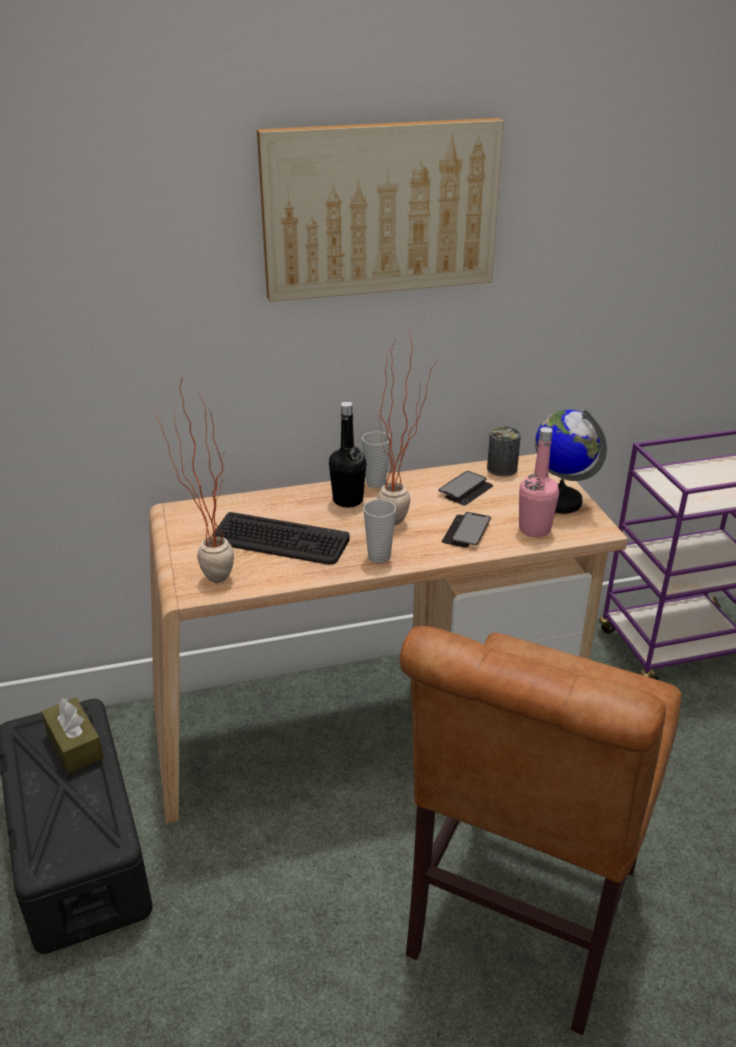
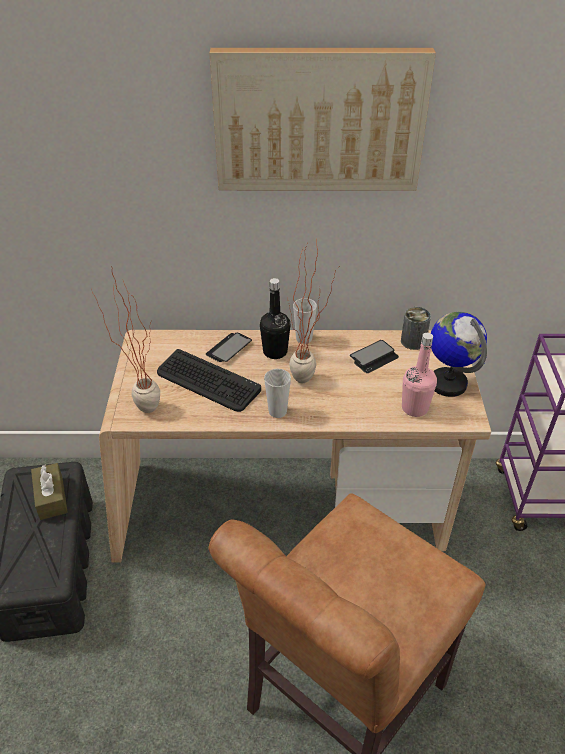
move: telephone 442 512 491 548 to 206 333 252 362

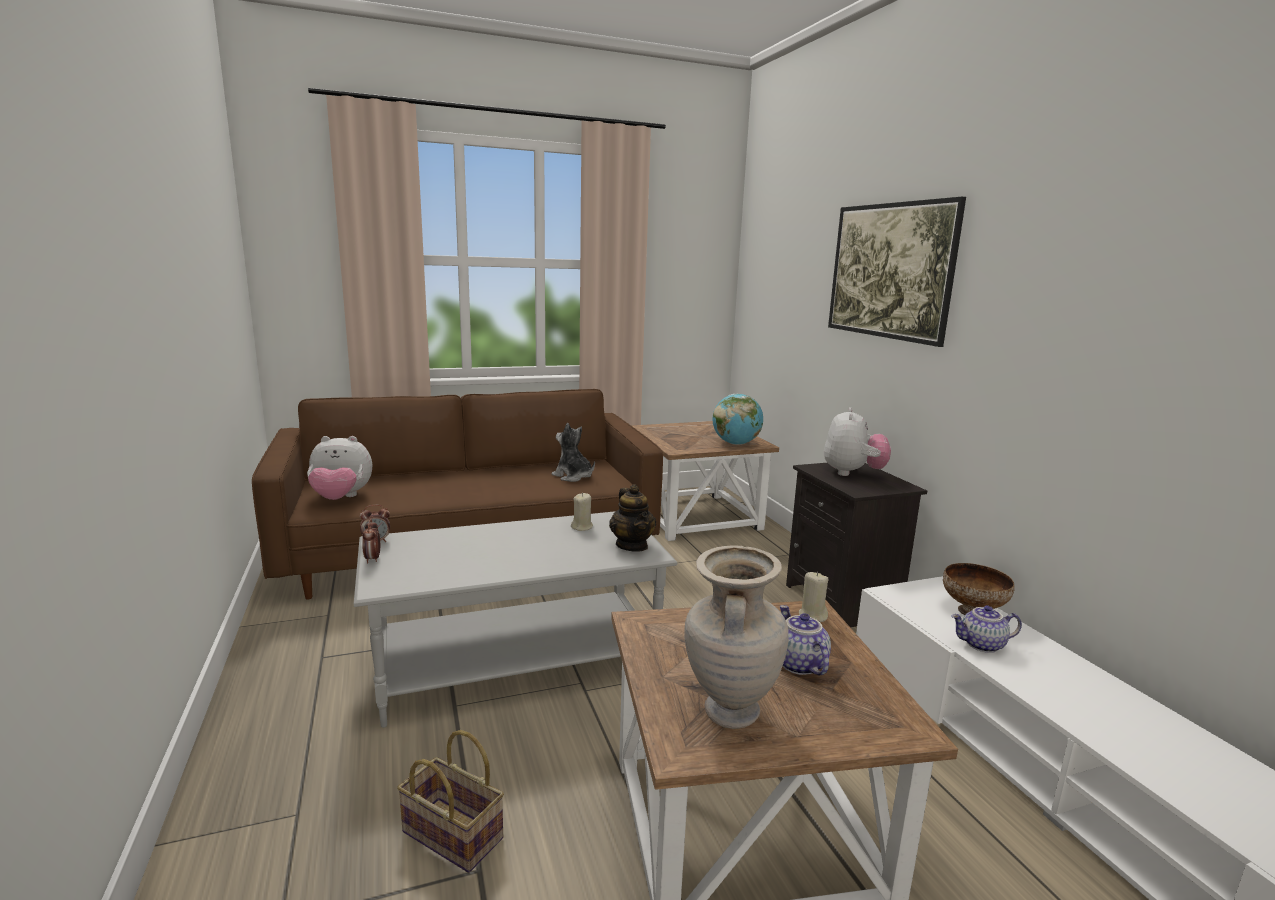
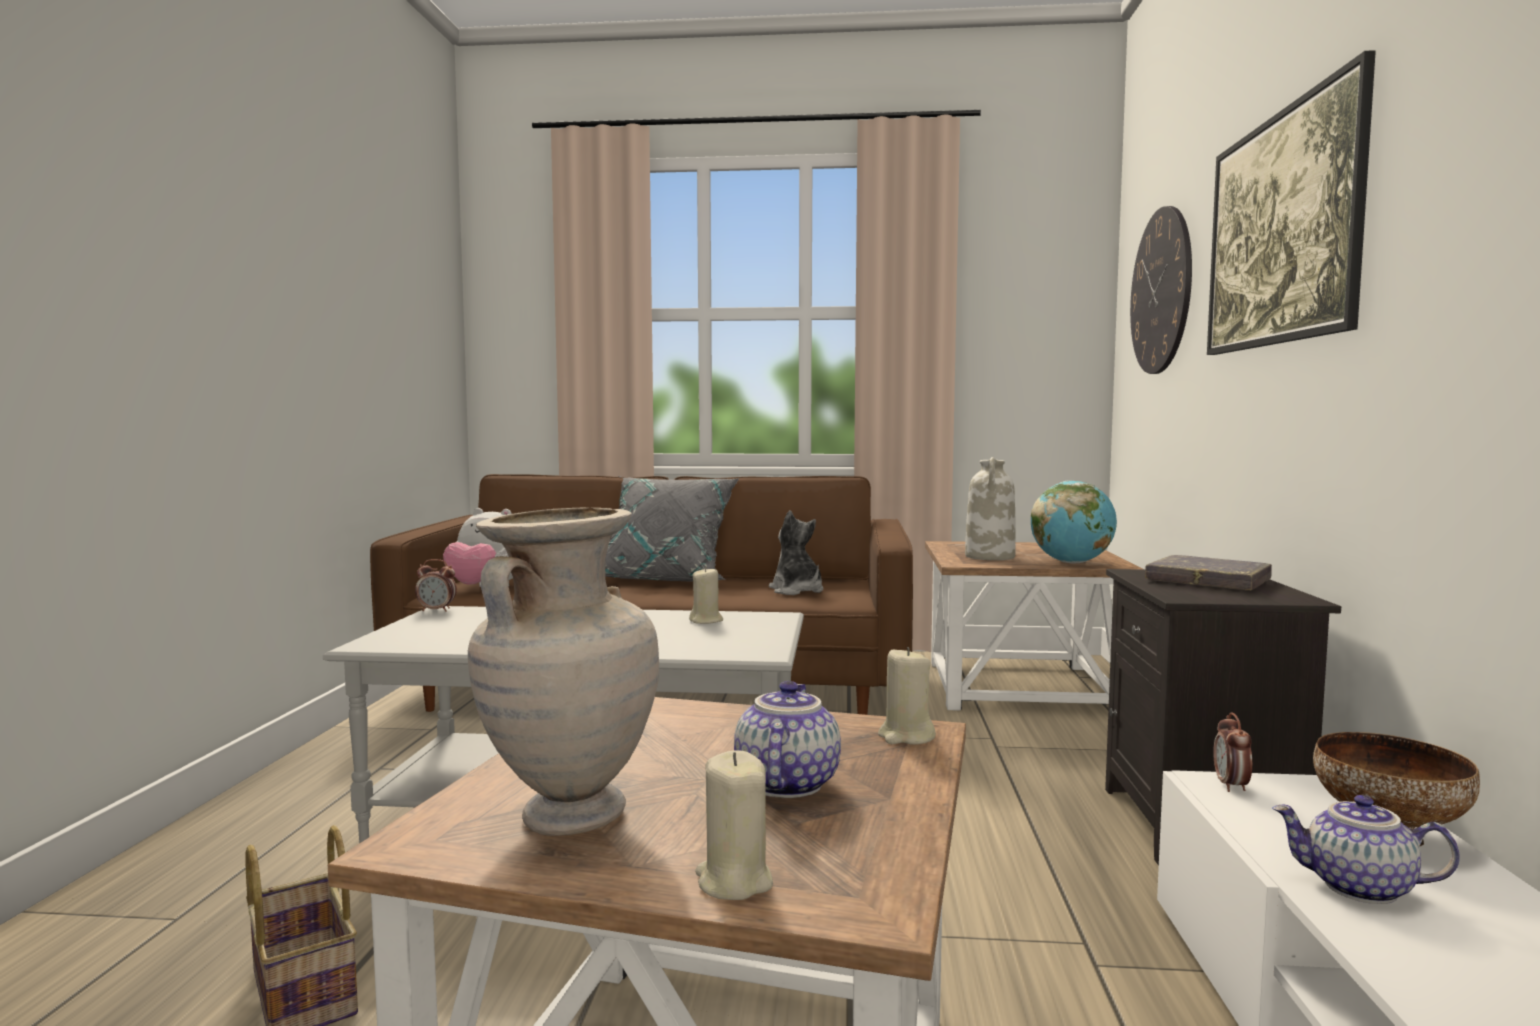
delete: pot for tea 609 484 656 552
insert: cushion in gray 605 476 739 582; wax light in beige 695 750 773 900; vase in whitish 965 457 1016 560; wall clock 1130 206 1192 374
move: table clock 362 519 380 564 to 1213 712 1252 792
replace: soft toy 824 407 891 476 to bound book in gray 1145 555 1272 590

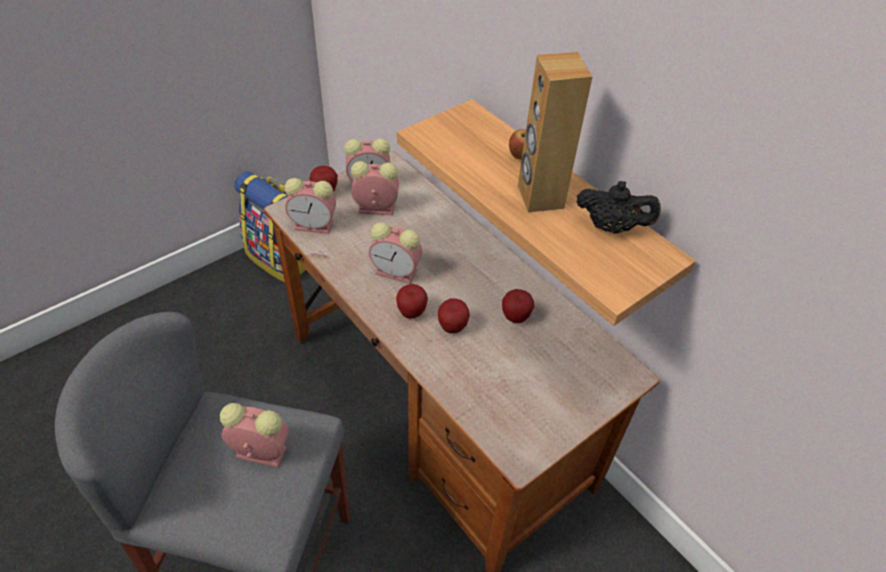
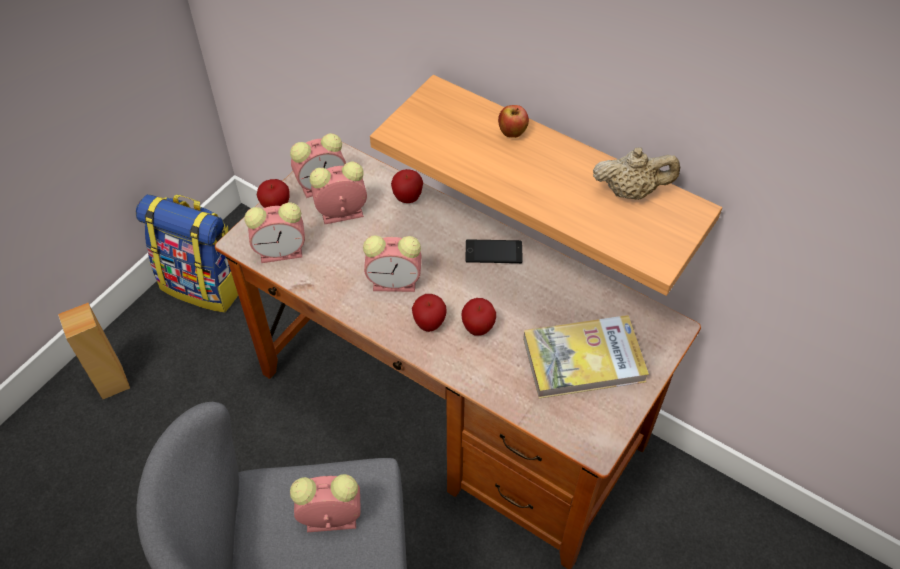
insert: telephone 466 240 523 263; bound book 523 315 649 399
move: apple 502 289 534 323 to 391 169 423 203; loudspeaker in brown 518 52 592 212 to 58 303 130 399
recolor: pot for tea in blackish 577 181 661 234 to pot for tea in beige 593 147 680 200

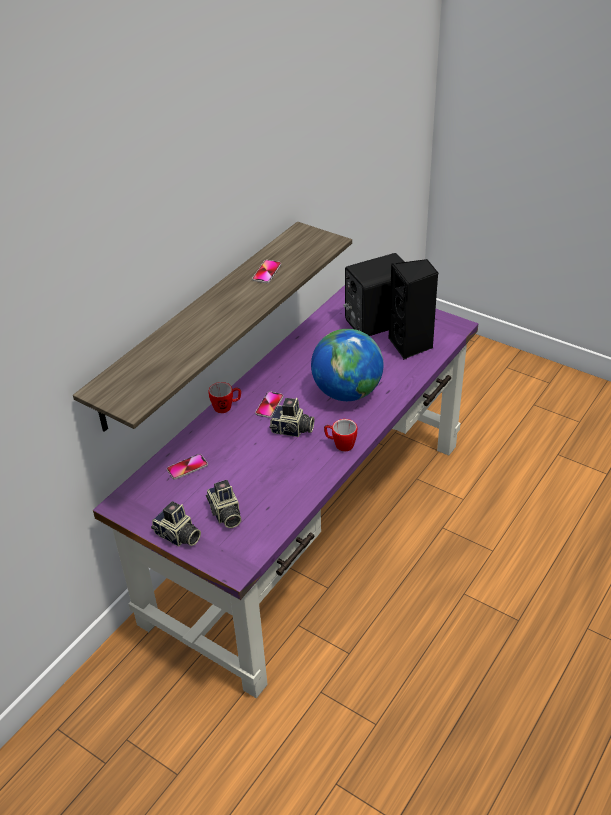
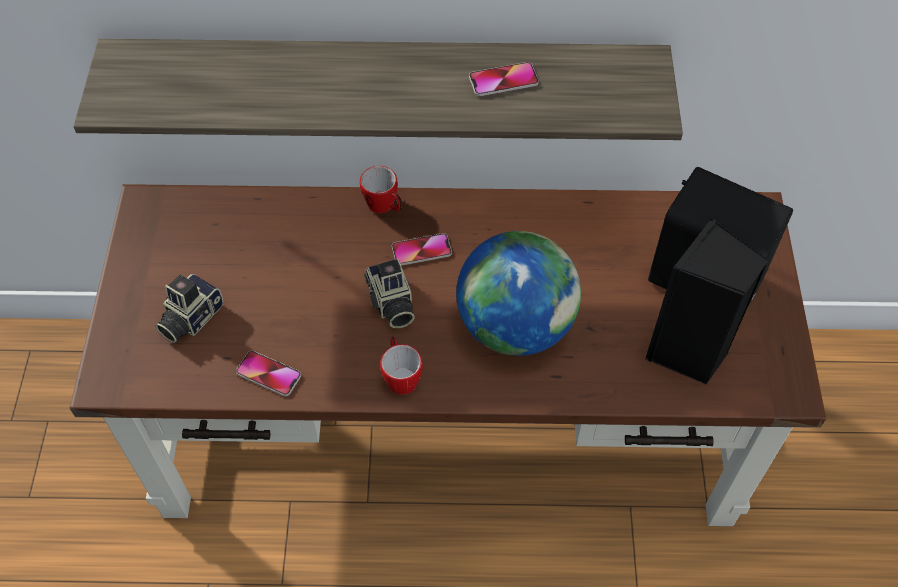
delete: still camera 151 501 201 547
move: telephone 167 454 208 480 to 236 351 301 396
recolor: desk unit in purple-coloured 93 285 479 699 to desk unit in brown 70 184 826 526

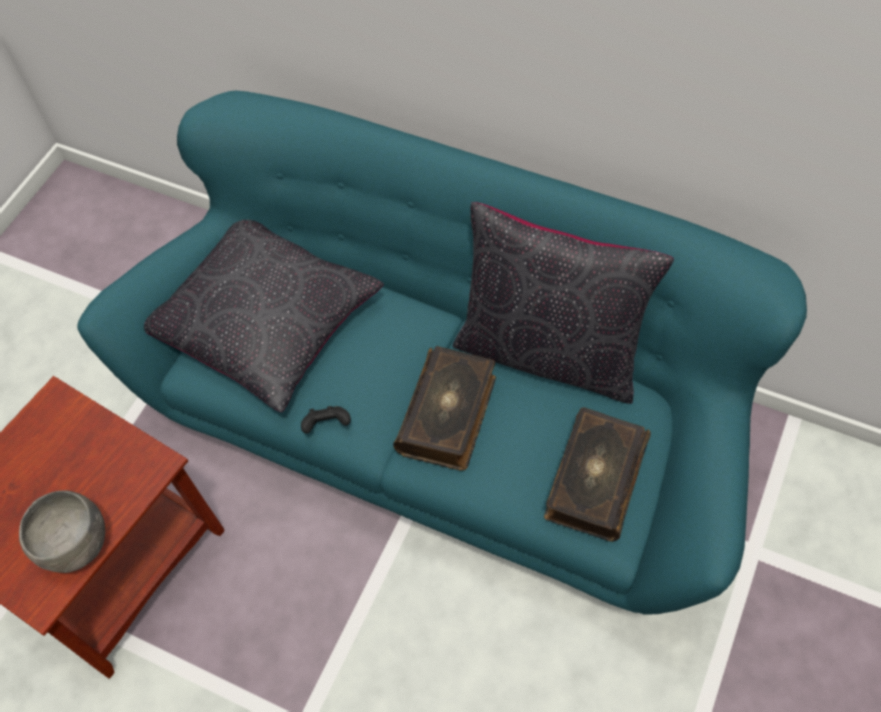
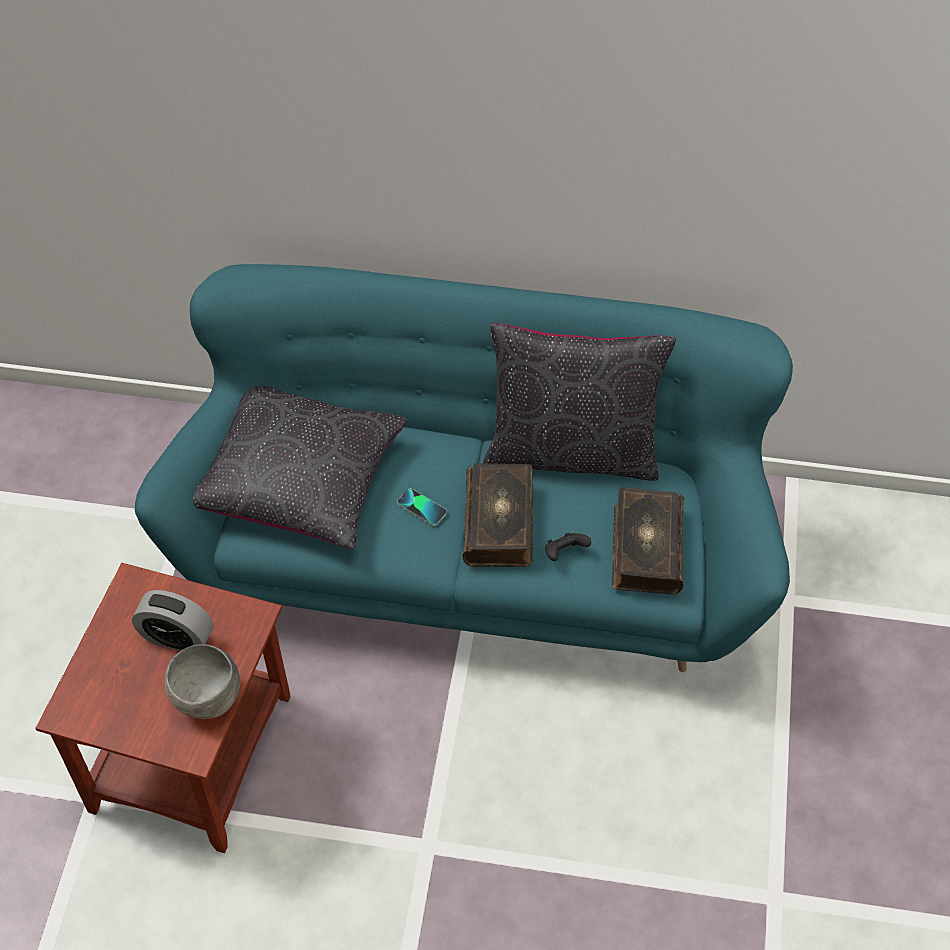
insert: table clock 132 590 213 651; telephone 397 488 447 526
move: joypad in blackish 301 406 351 434 to 545 533 591 561

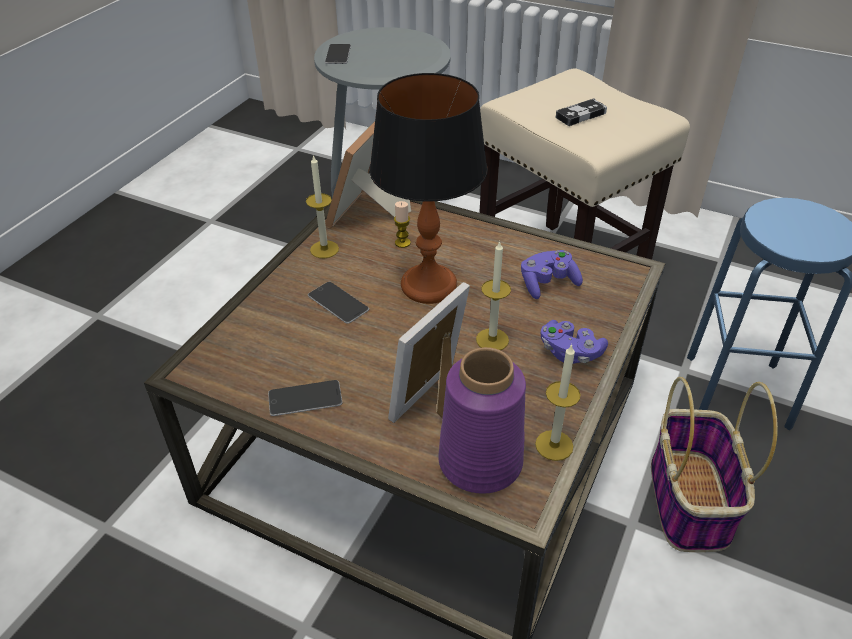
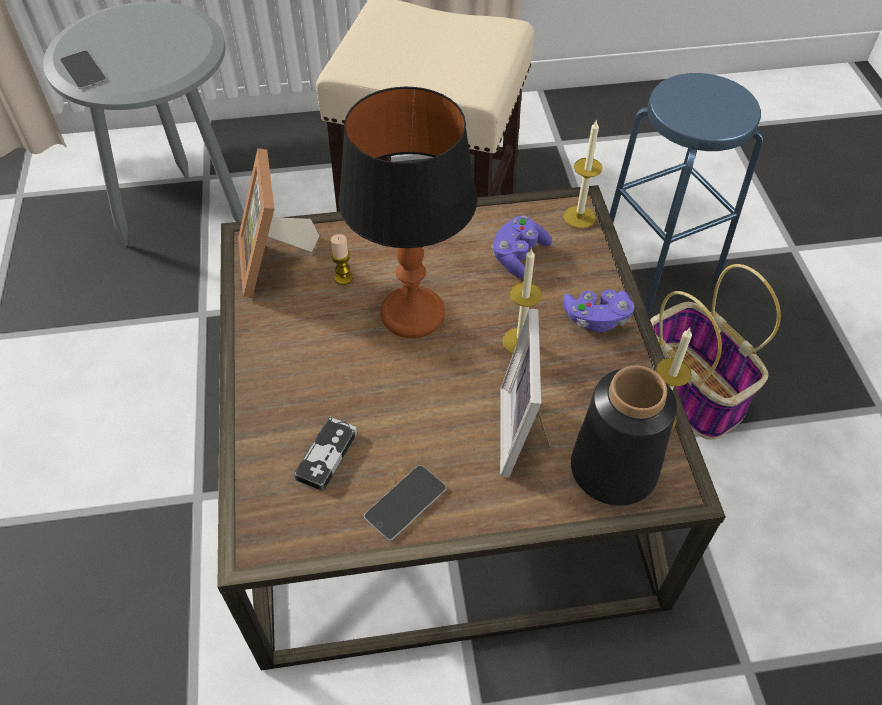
delete: telephone 308 282 369 324
move: wax light 306 154 339 258 to 564 119 603 229; joypad 556 99 607 126 to 294 416 357 491
recolor: vase in purple-coloured 438 347 526 494 to vase in blackish 571 366 677 506

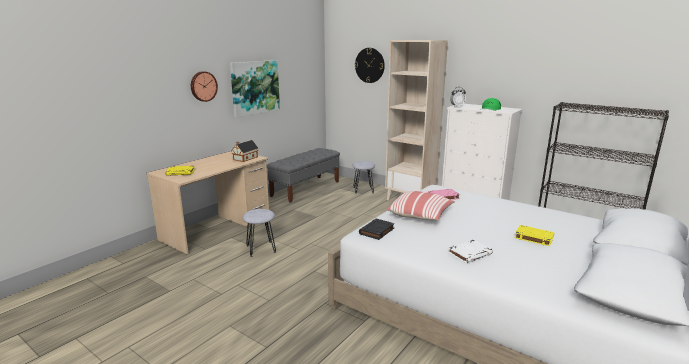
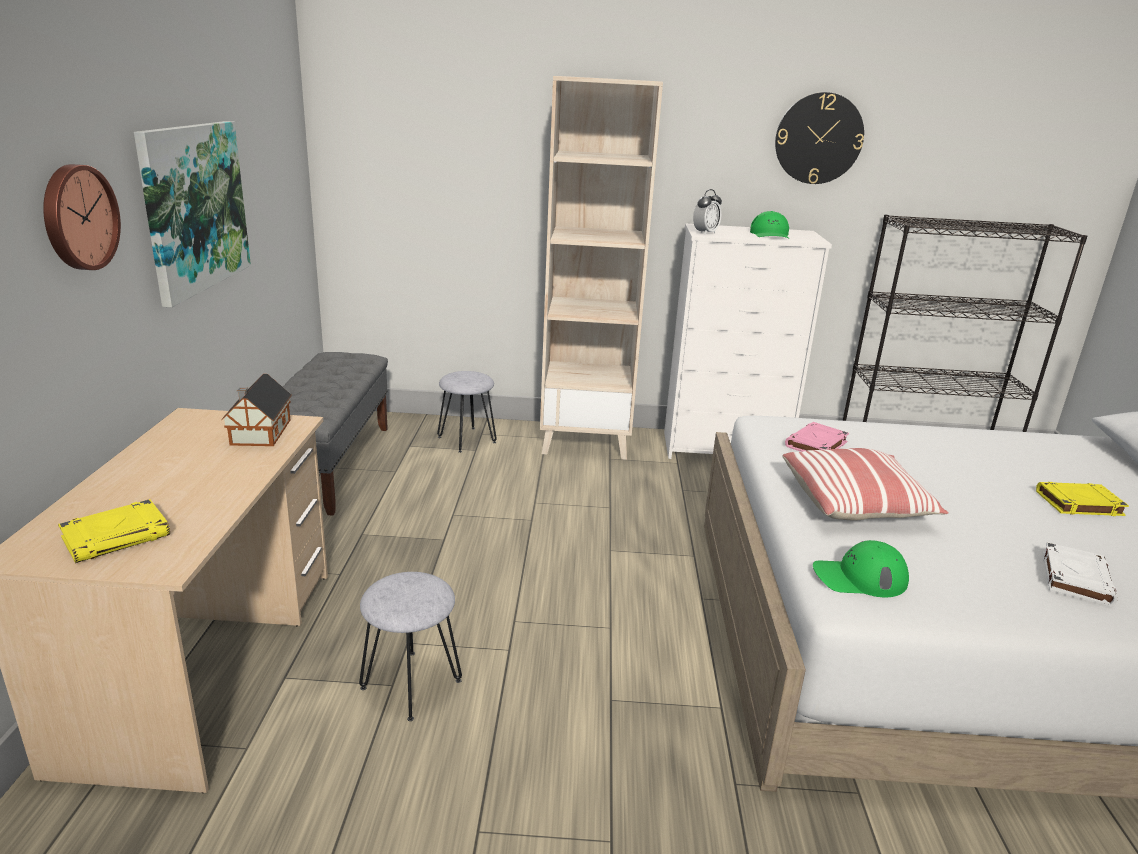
move: wall clock 355 48 385 83 to 775 92 864 184
replace: bound book in blackish 359 219 395 240 to peaked cap in green 813 540 909 597

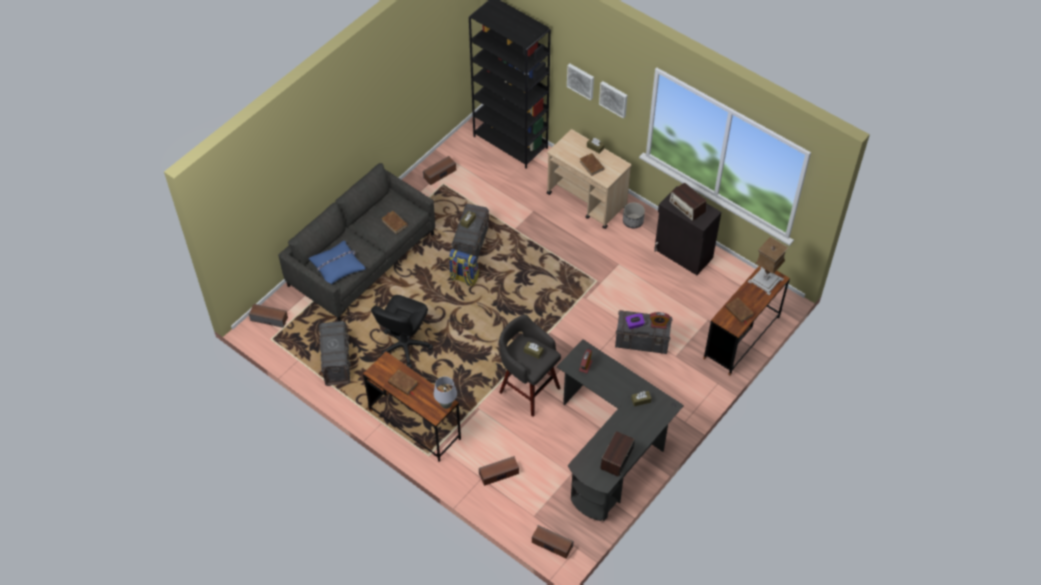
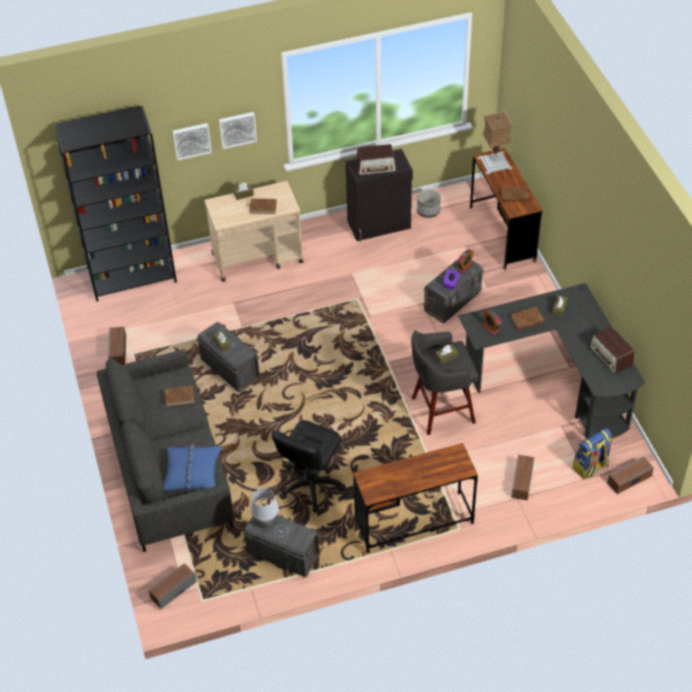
move: bound book in brown 388 369 418 396 to 511 307 546 330; lamp for a table in gray 434 376 457 409 to 251 488 279 528; rucksack 449 249 479 286 to 573 428 612 479; flower pot 623 202 645 228 to 417 189 441 218
rotate: office chair in blackish 371 295 433 368 = 272 420 345 513 60 degrees clockwise

